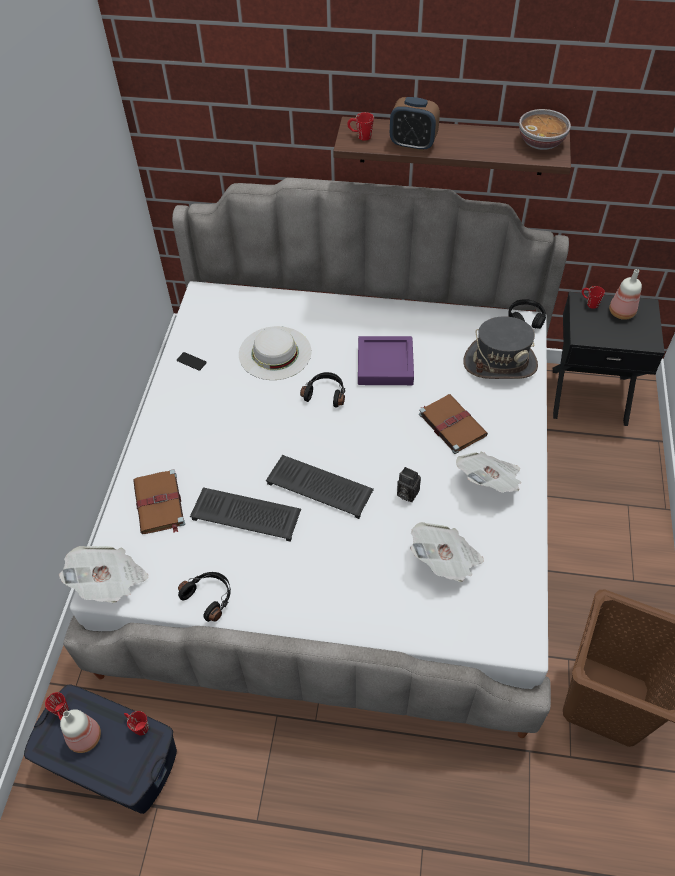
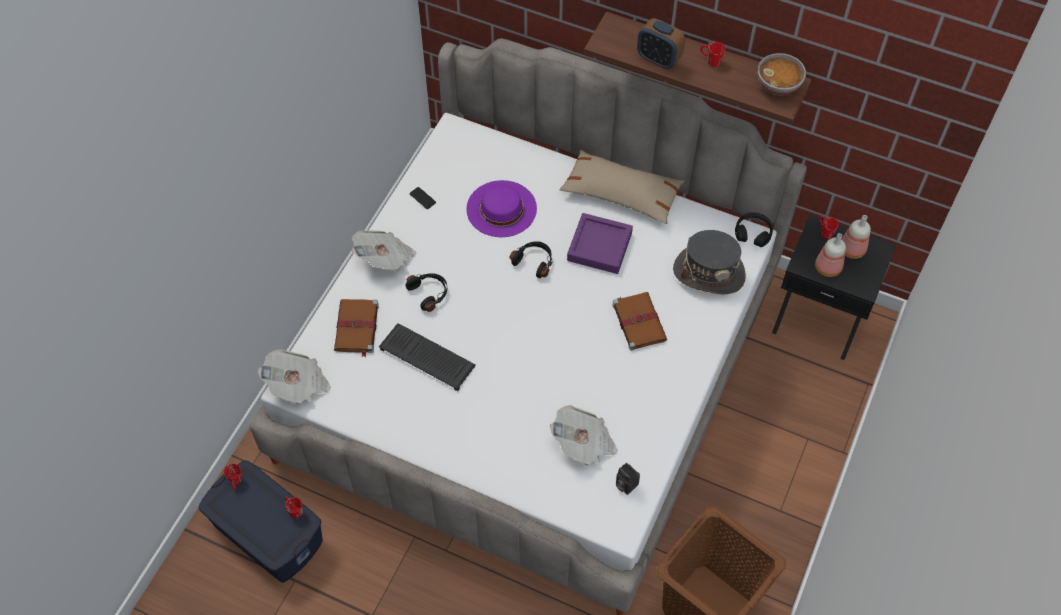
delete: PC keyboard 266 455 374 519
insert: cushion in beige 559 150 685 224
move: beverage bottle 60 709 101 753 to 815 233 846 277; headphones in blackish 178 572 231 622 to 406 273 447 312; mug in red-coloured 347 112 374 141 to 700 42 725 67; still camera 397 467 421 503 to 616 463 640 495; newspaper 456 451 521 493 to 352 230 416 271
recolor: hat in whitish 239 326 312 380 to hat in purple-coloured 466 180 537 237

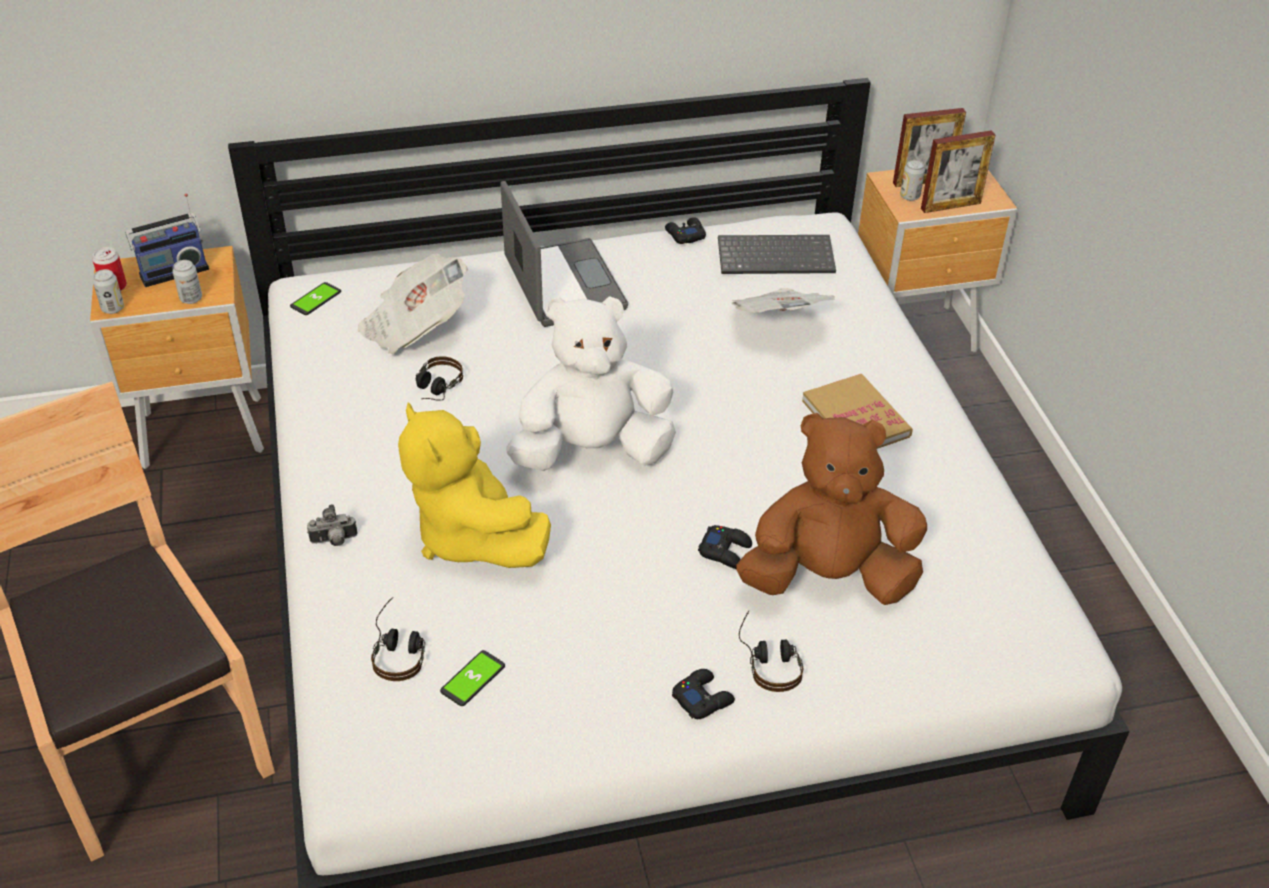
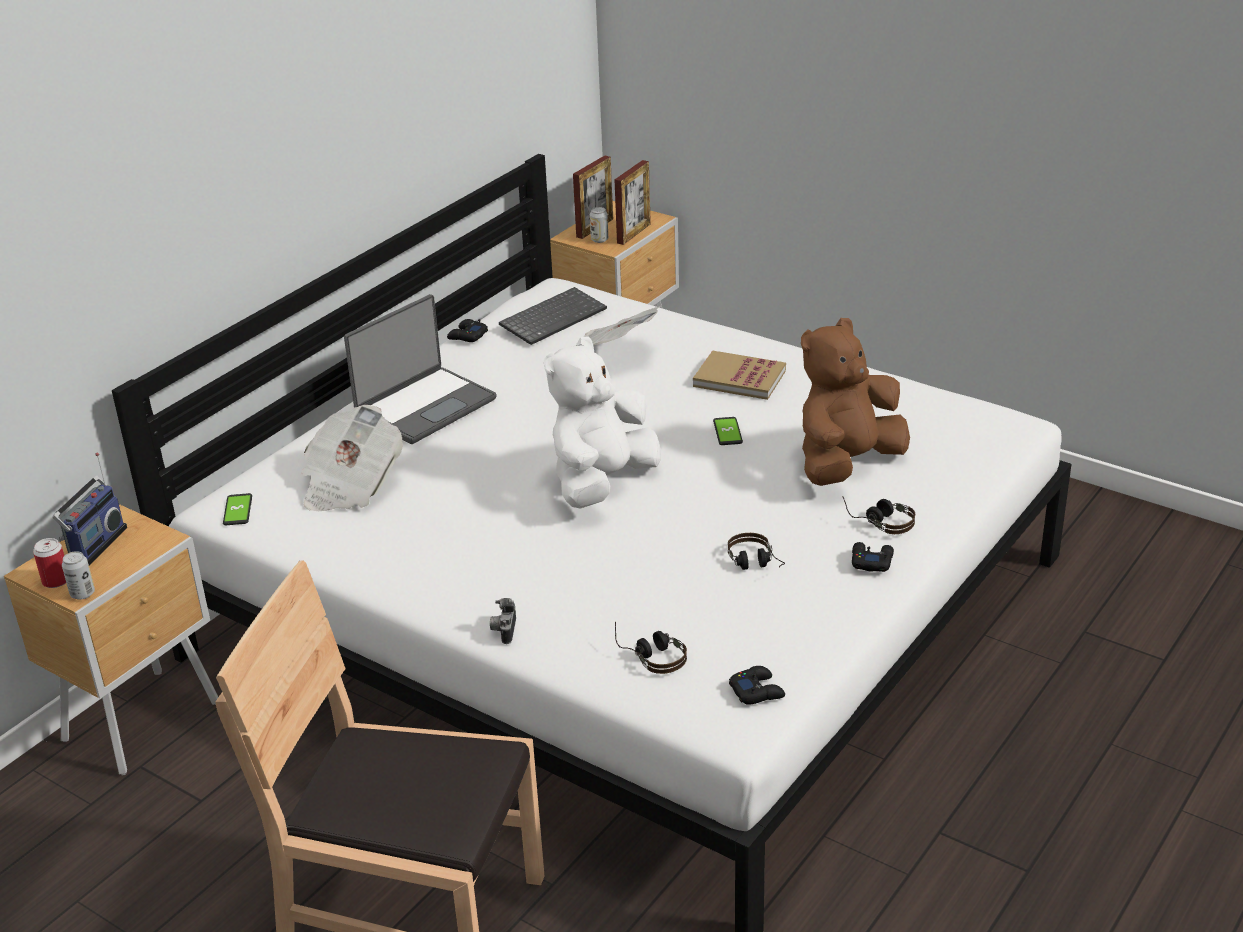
delete: sealed can 172 260 202 304; soft toy in yellow 398 402 551 568
move: headphones 416 356 463 401 to 728 533 785 570; telephone 440 650 505 706 to 713 417 743 445; joypad in blackish 698 525 752 569 to 729 666 785 705
rotate: still camera 307 504 358 546 = 490 598 516 644 150 degrees clockwise; laptop 500 181 628 327 = 344 294 496 444 105 degrees clockwise

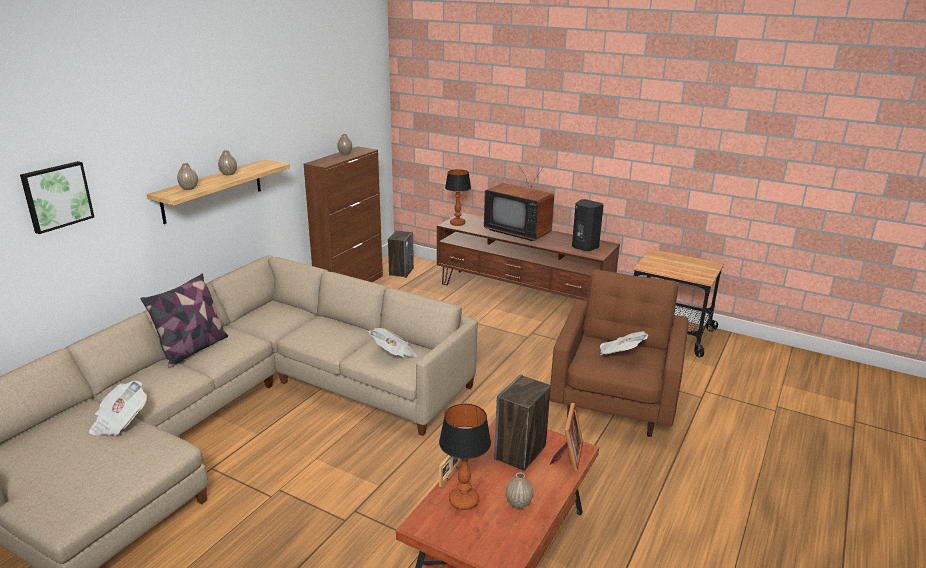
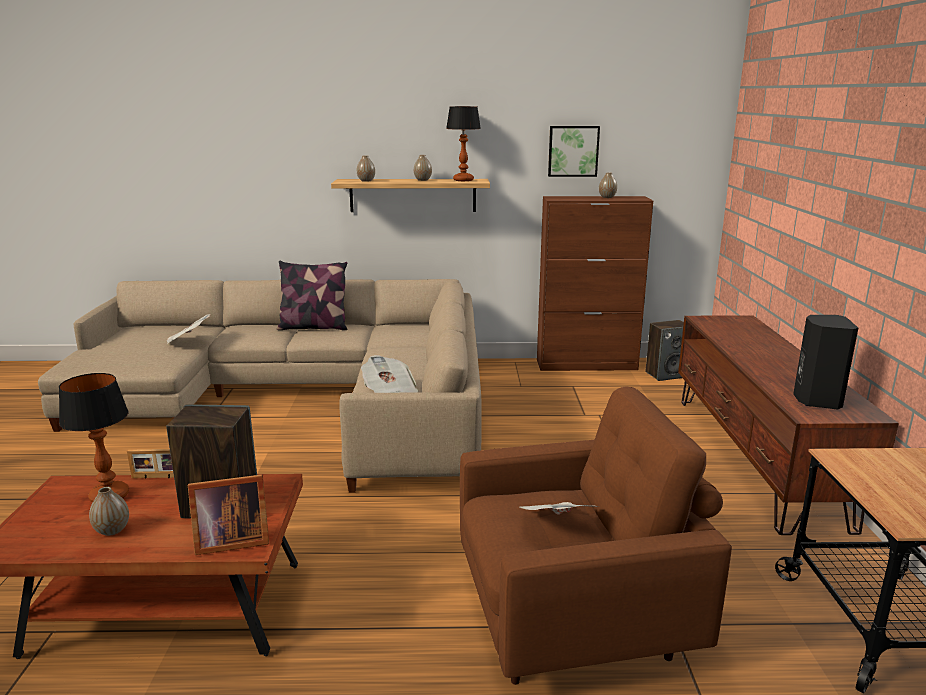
delete: television 484 165 554 241
move: picture 20 161 95 234 to 548 126 600 177; lamp for a table 445 169 471 226 to 446 106 481 181

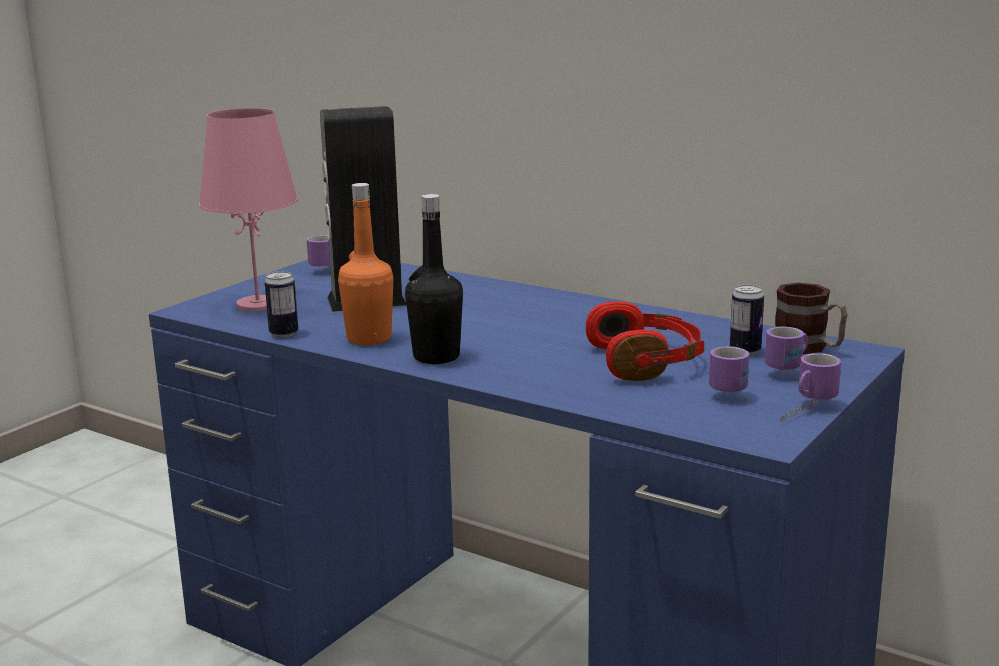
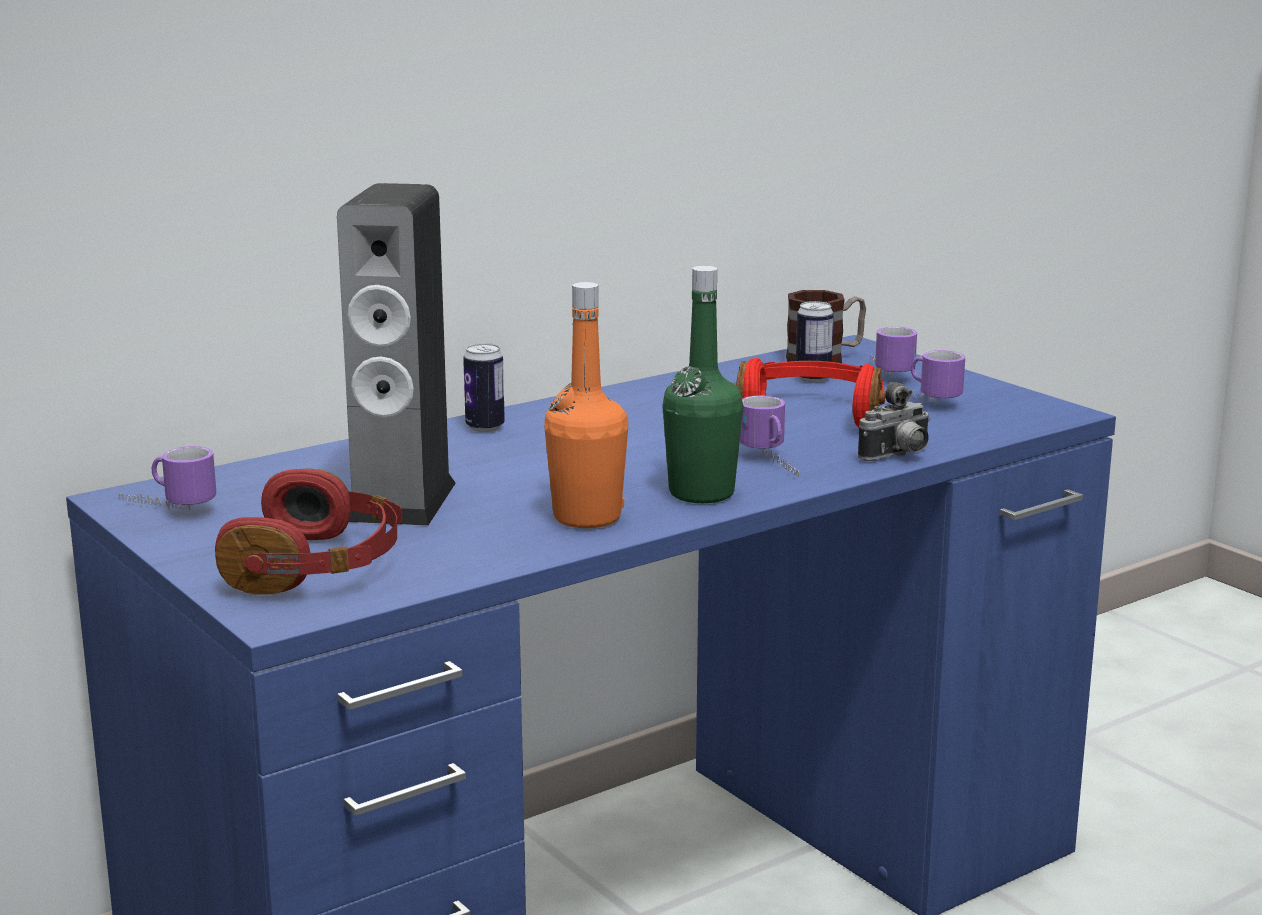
insert: still camera 858 382 930 461
move: sealed can 265 271 298 338 to 463 343 505 432; mug 780 353 841 422 to 740 396 799 478
replace: lamp for a table in pink-coloured 198 108 298 311 to headphones in red-coloured 215 468 402 595
recolor: beverage bottle in blackish 405 194 463 364 to beverage bottle in green 662 266 743 503

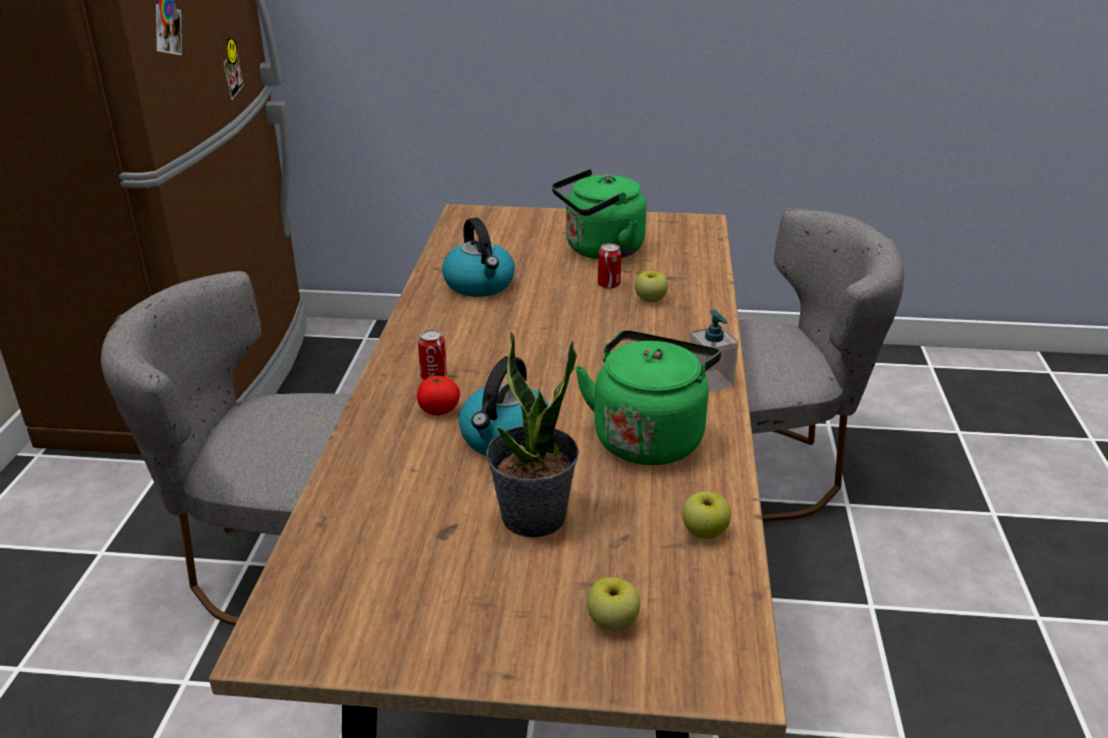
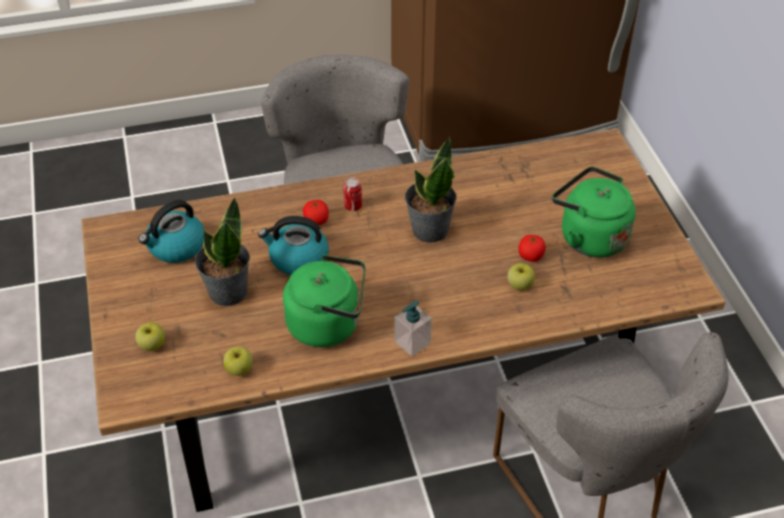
insert: potted plant 405 136 457 243
move: tea kettle 442 217 515 297 to 138 200 205 263
replace: sealed can 598 243 621 289 to fresh tomato 518 235 546 262

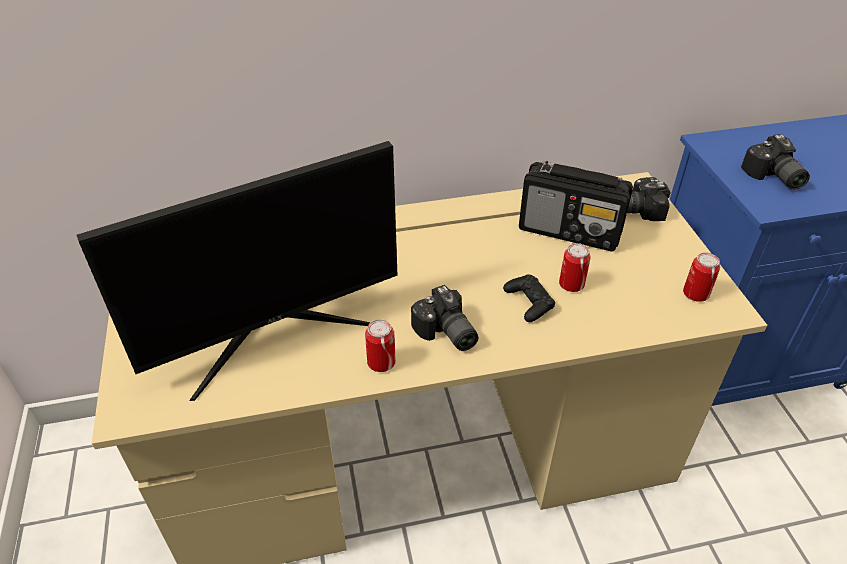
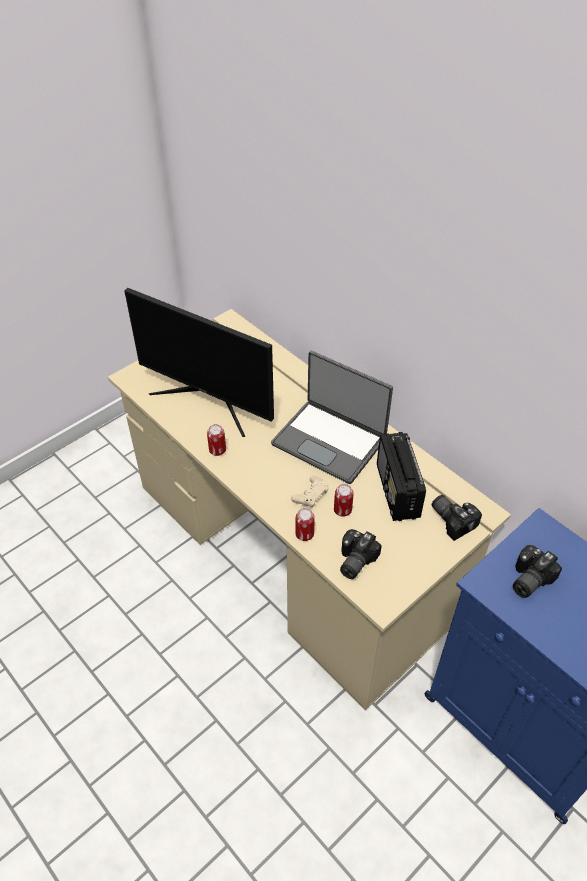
insert: laptop 271 351 393 484
move: still camera 411 285 478 351 to 340 529 382 579; sealed can 683 252 720 302 to 295 508 315 541
recolor: joypad in blackish 503 274 555 322 to joypad in beige 291 476 329 508

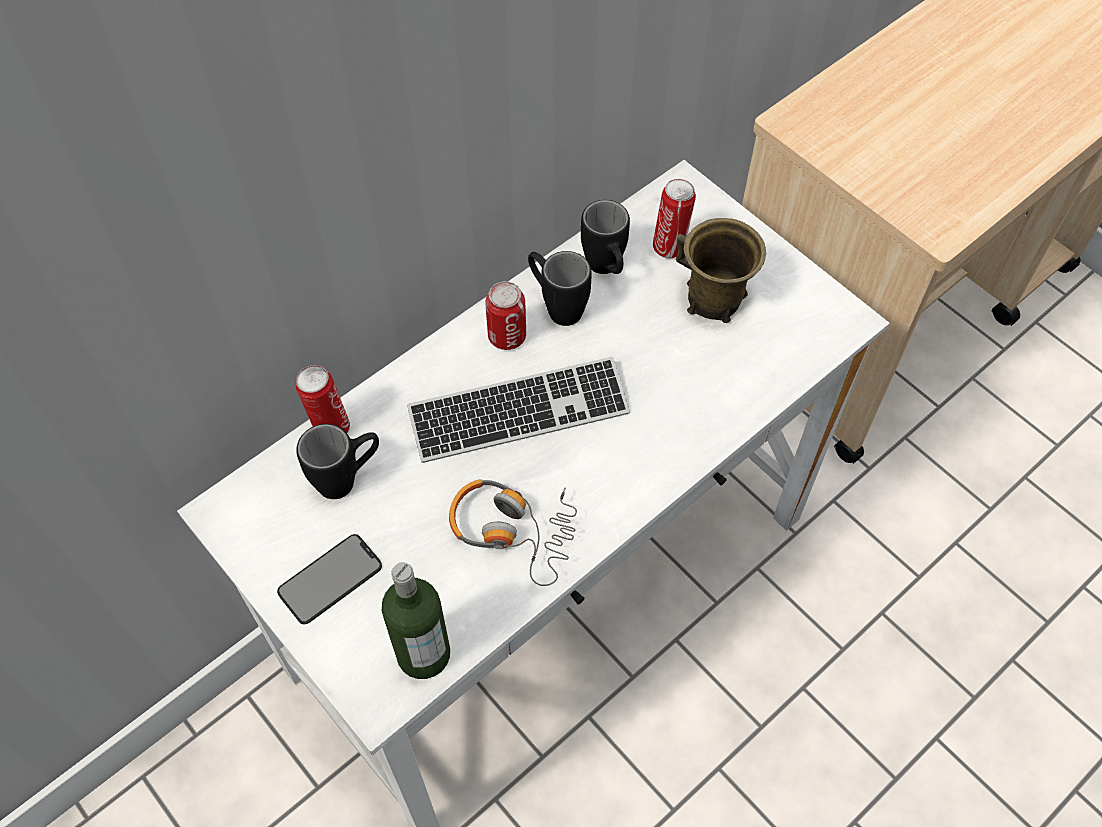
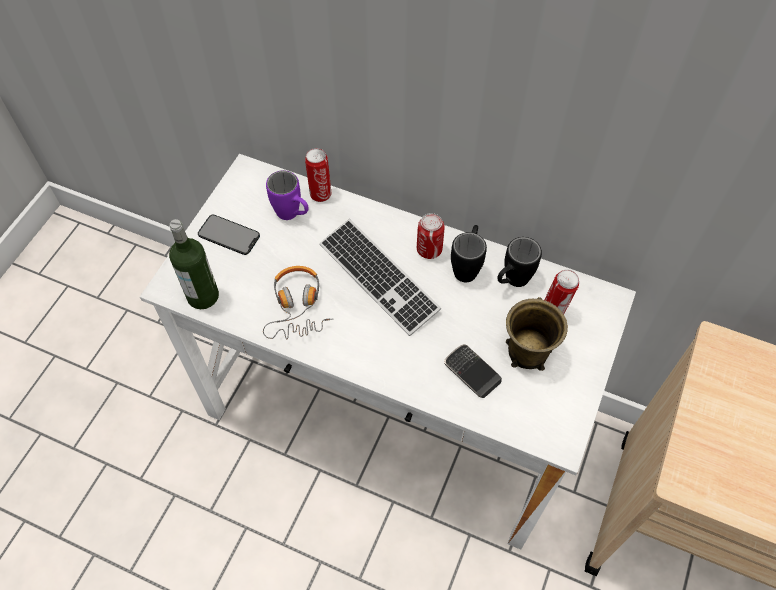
insert: telephone 444 344 502 398
recolor: mug in blackish 296 424 379 499 to mug in purple-coloured 266 170 309 220

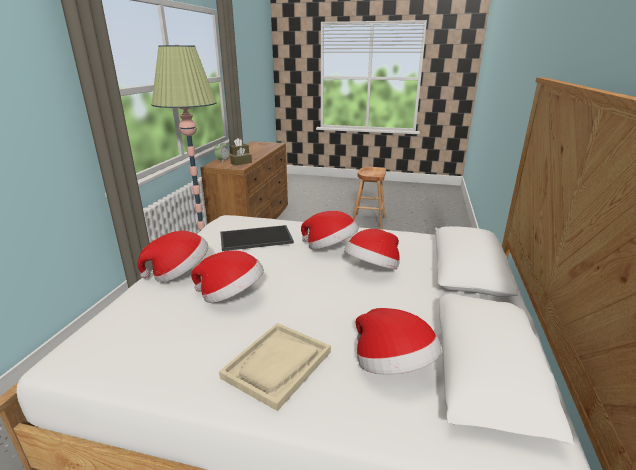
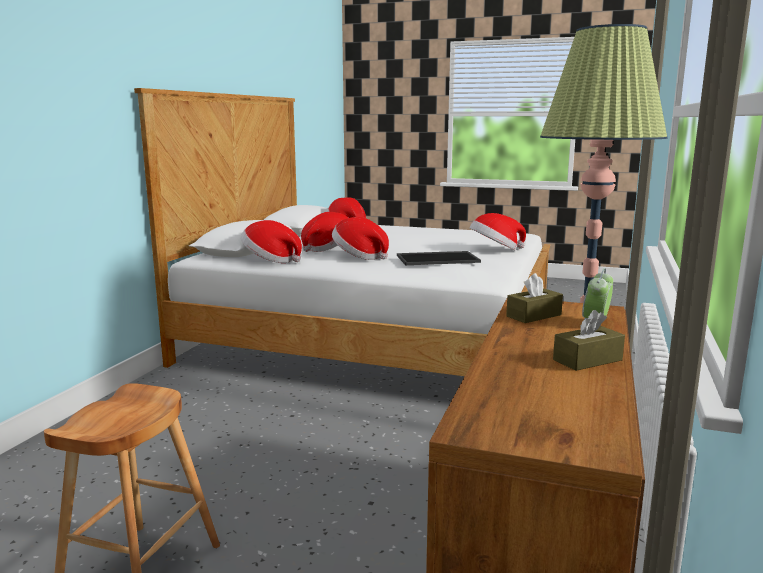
delete: serving tray in beige 219 323 331 411
move: hat 191 250 264 303 to 241 220 302 263

